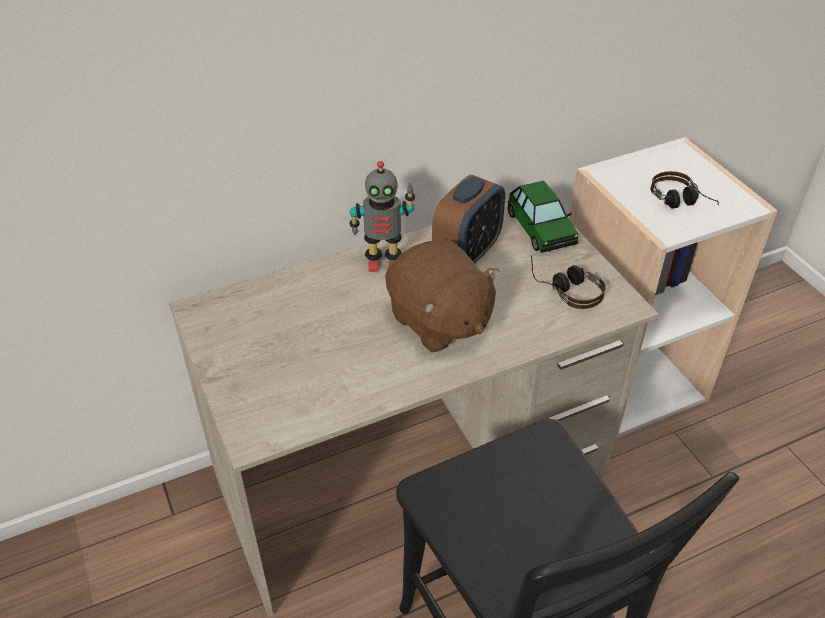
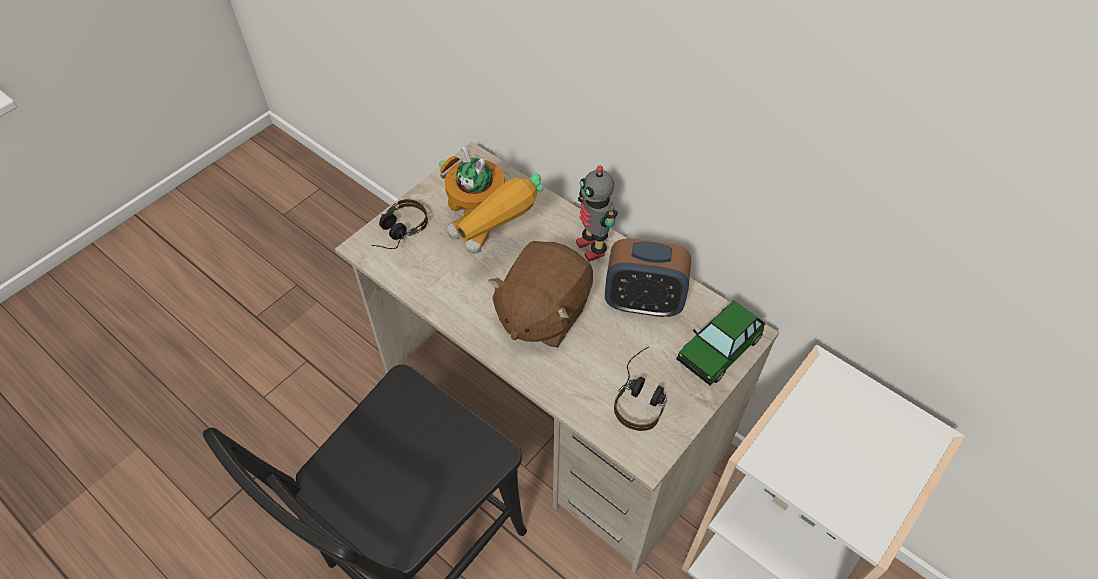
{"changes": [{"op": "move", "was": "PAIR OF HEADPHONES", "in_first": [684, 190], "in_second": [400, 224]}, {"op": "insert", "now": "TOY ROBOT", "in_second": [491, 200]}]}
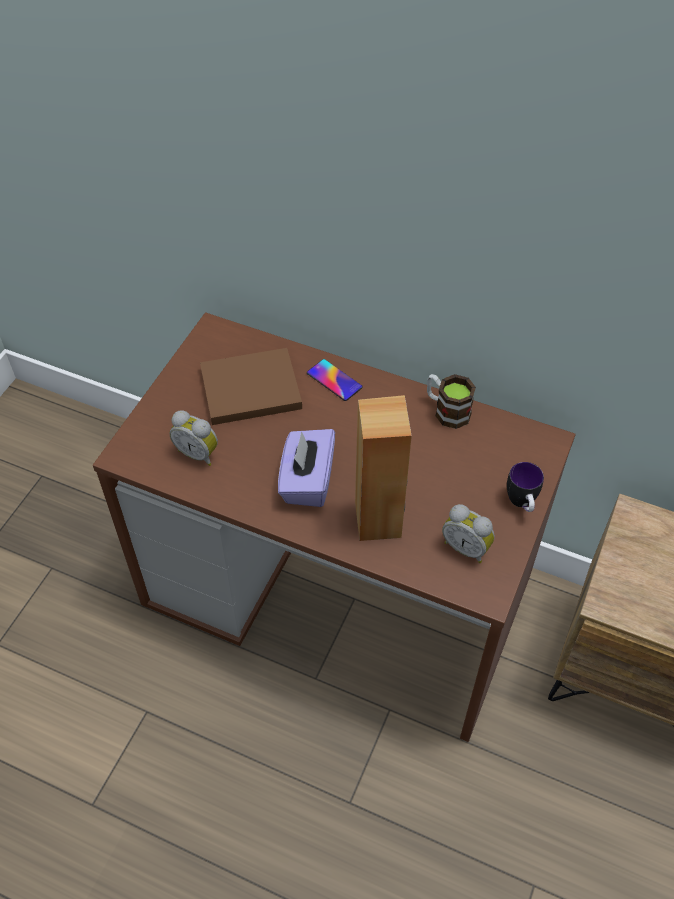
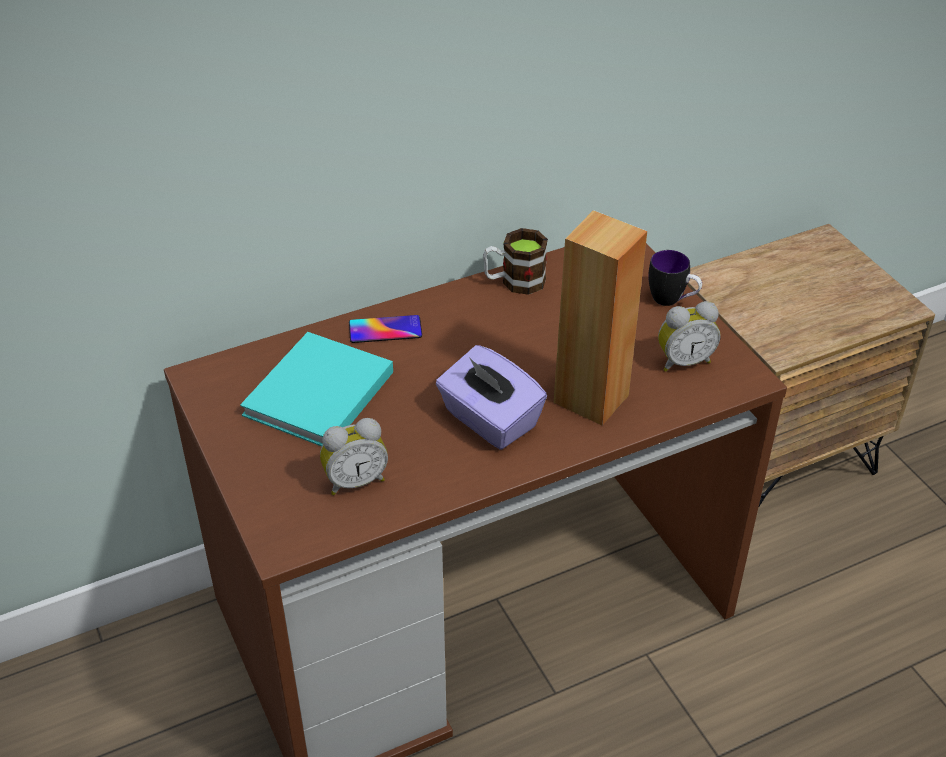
{"changes": [{"op": "recolor", "was": "BROWN-COLOURED BOUND BOOK", "now": "TURQUOISE-COLOURED BOUND BOOK", "in_first": [251, 386], "in_second": [316, 389]}]}
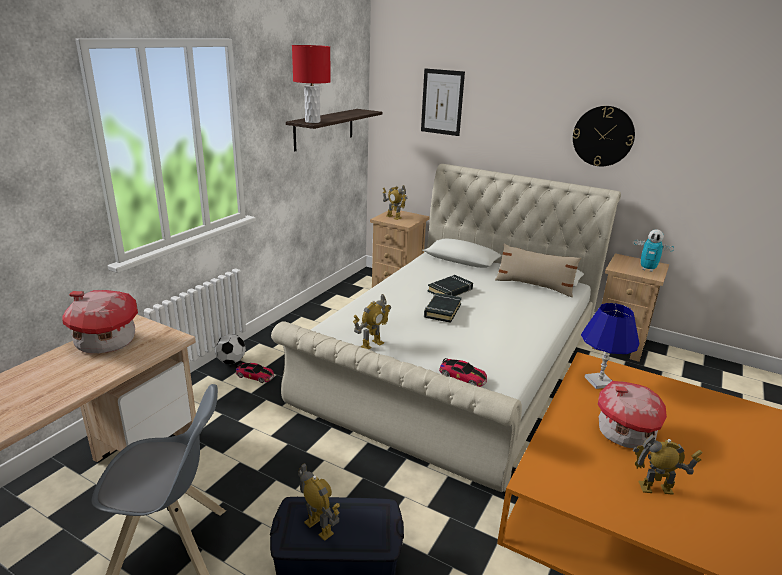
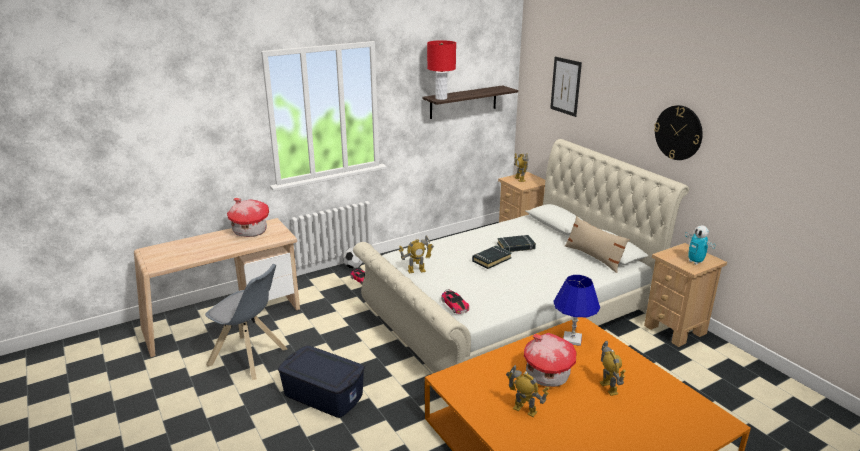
{"changes": [{"op": "move", "was": "TOY ROBOT", "in_first": [319, 502], "in_second": [612, 368]}]}
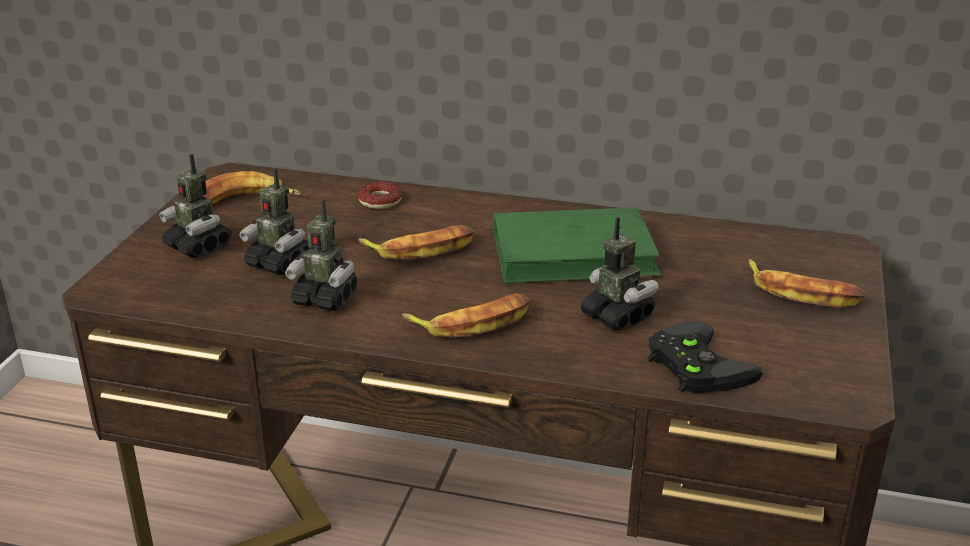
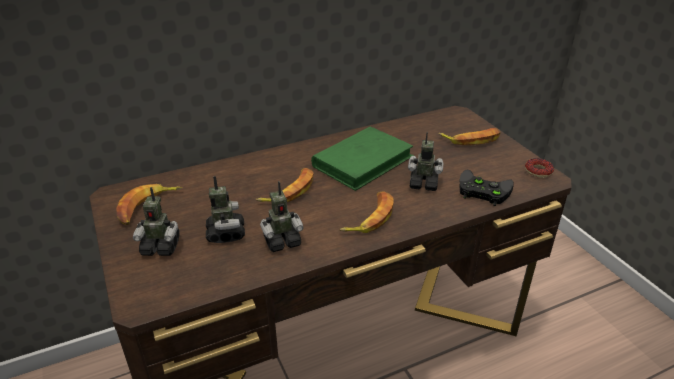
{"changes": [{"op": "rotate", "was": "TOY ROBOT", "in_first": [274, 221], "in_second": [225, 209], "clockwise": -90}, {"op": "move", "was": "DOUGHNUT", "in_first": [380, 195], "in_second": [539, 168]}]}
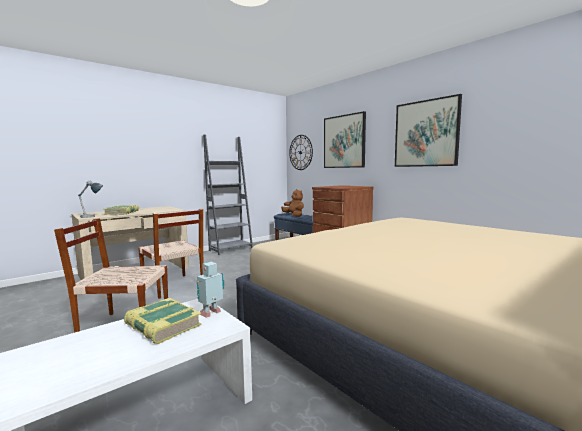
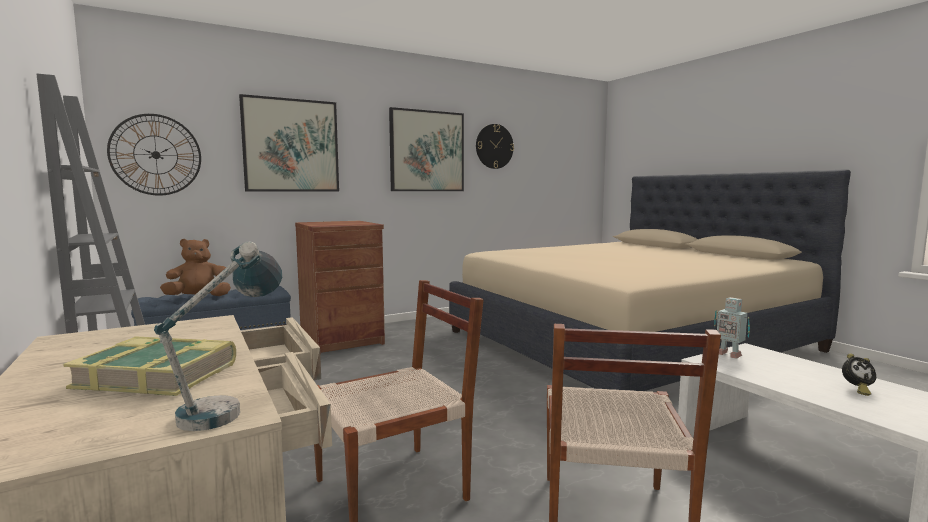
{"changes": [{"op": "delete", "was": "BOUND BOOK", "in_first": [163, 321]}, {"op": "insert", "now": "WALL CLOCK", "in_second": [495, 146]}, {"op": "insert", "now": "ALARM CLOCK", "in_second": [859, 375]}]}
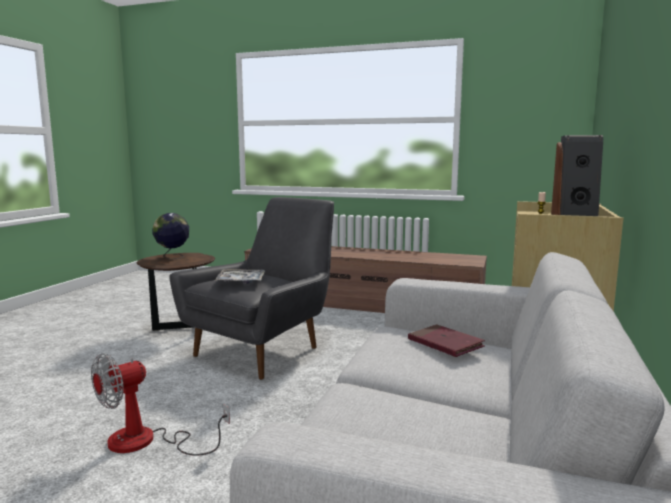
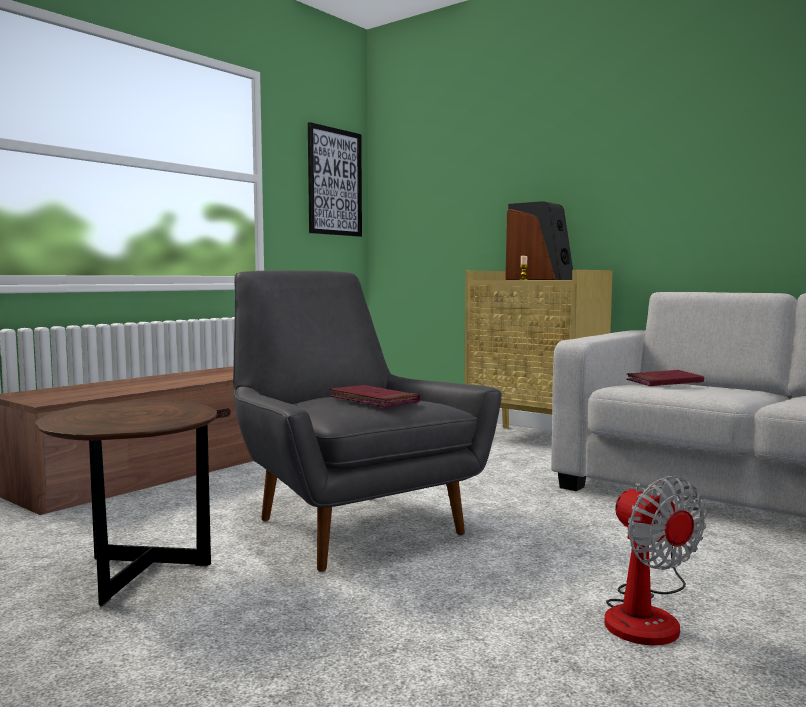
{"changes": [{"op": "delete", "was": "DESK GLOBE", "in_first": [171, 236]}, {"op": "replace", "was": "TRAY", "now": "REDDISH BOUND BOOK", "in_first": [240, 276], "in_second": [374, 396]}, {"op": "insert", "now": "WALL PICTURE", "in_second": [335, 179]}]}
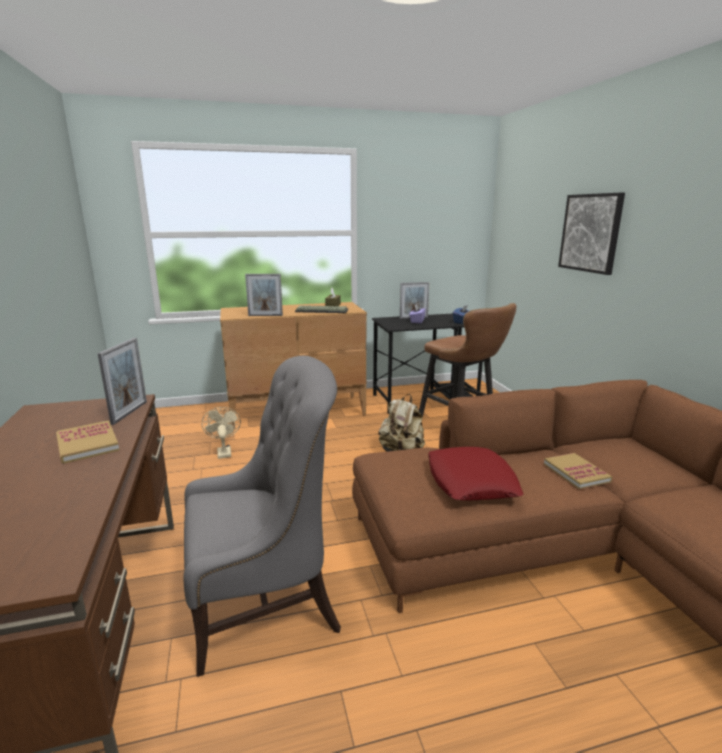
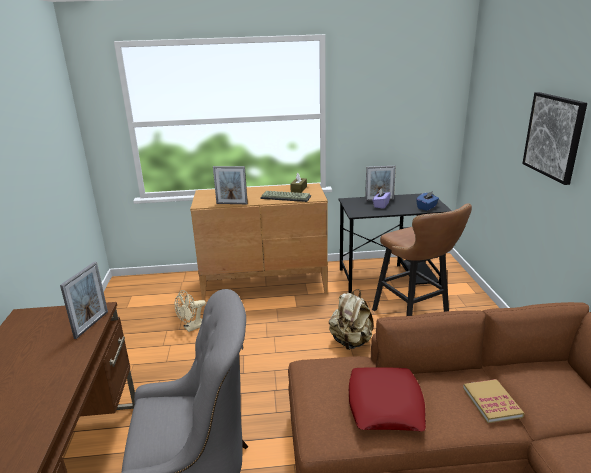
{"changes": [{"op": "delete", "was": "BOUND BOOK", "in_first": [87, 442]}, {"op": "rotate", "was": "BEIGE ELECTRIC FAN", "in_first": [221, 433], "in_second": [190, 311], "clockwise": -120}]}
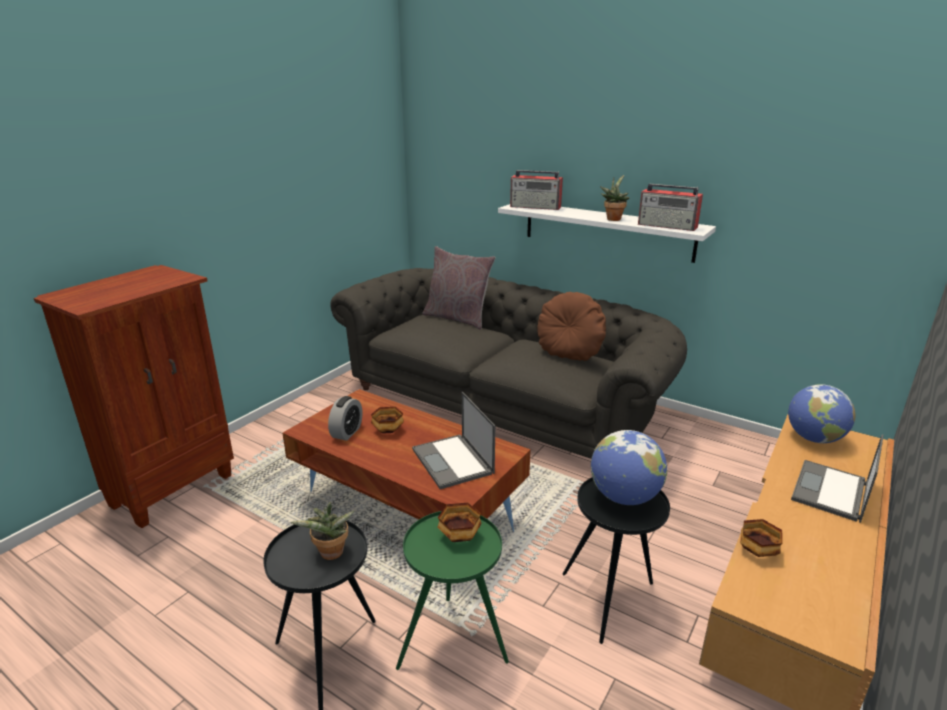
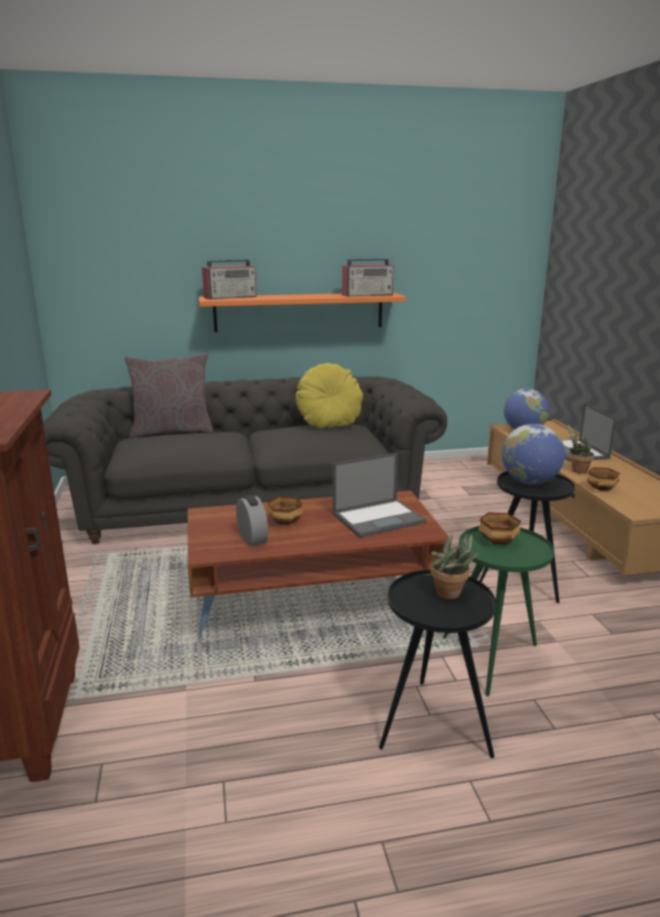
{"changes": [{"op": "rotate", "was": "NOTEBOOK COMPUTER", "in_first": [453, 440], "in_second": [379, 495], "clockwise": -45}, {"op": "recolor", "was": "WHITE SHELF", "now": "ORANGE SHELF", "in_first": [607, 233], "in_second": [302, 312]}, {"op": "recolor", "was": "BROWN-COLOURED PILLOW", "now": "YELLOWISH PILLOW", "in_first": [571, 326], "in_second": [329, 395]}, {"op": "move", "was": "POTTED PLANT", "in_first": [615, 198], "in_second": [580, 448]}]}
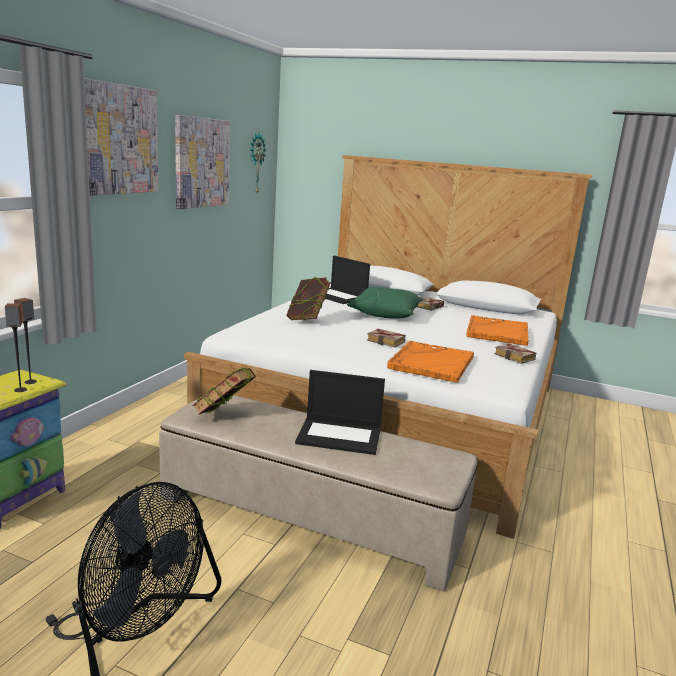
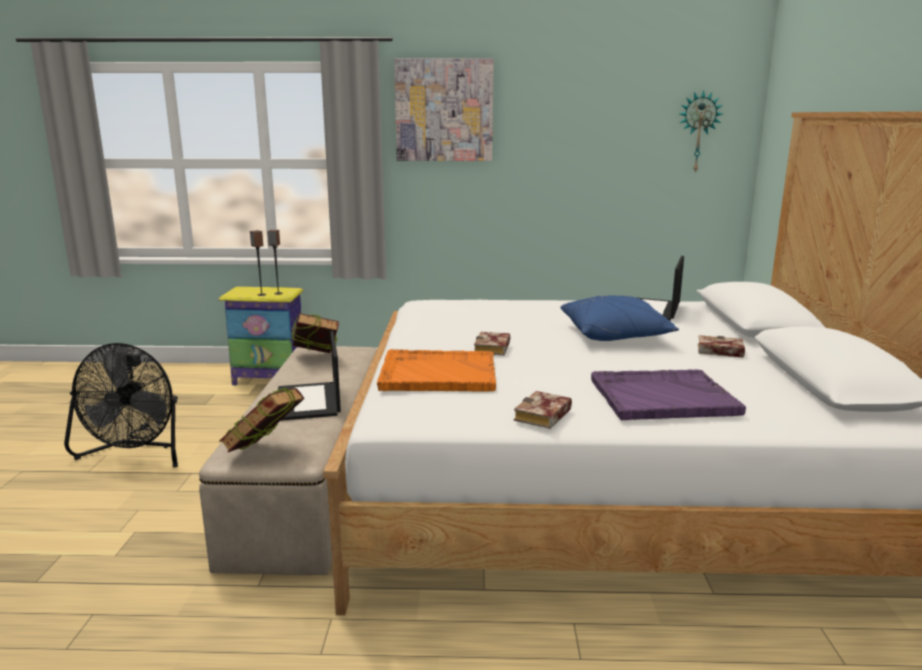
{"changes": [{"op": "delete", "was": "WALL PICTURE", "in_first": [202, 162]}, {"op": "move", "was": "BOUND BOOK", "in_first": [308, 298], "in_second": [262, 420]}, {"op": "recolor", "was": "GREENISH PILLOW", "now": "BLUE-COLOURED PILLOW", "in_first": [385, 303], "in_second": [620, 318]}, {"op": "recolor", "was": "ORANGE TRAY", "now": "PURPLE-COLOURED TRAY", "in_first": [497, 330], "in_second": [668, 394]}]}
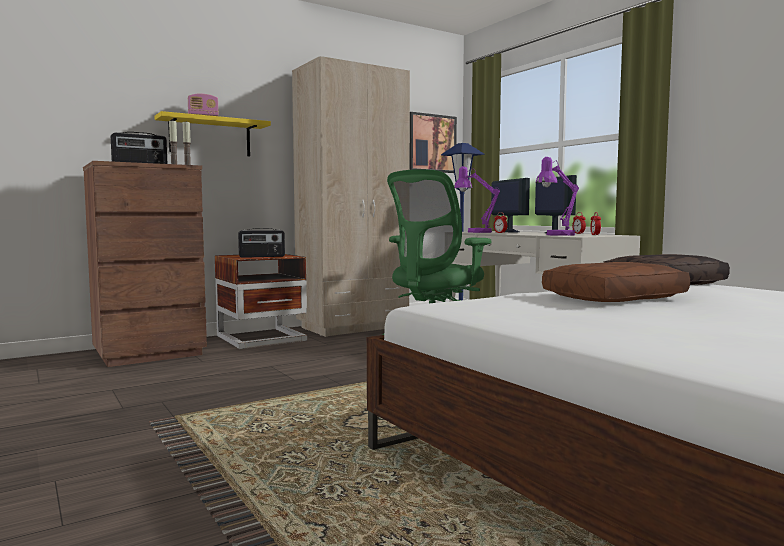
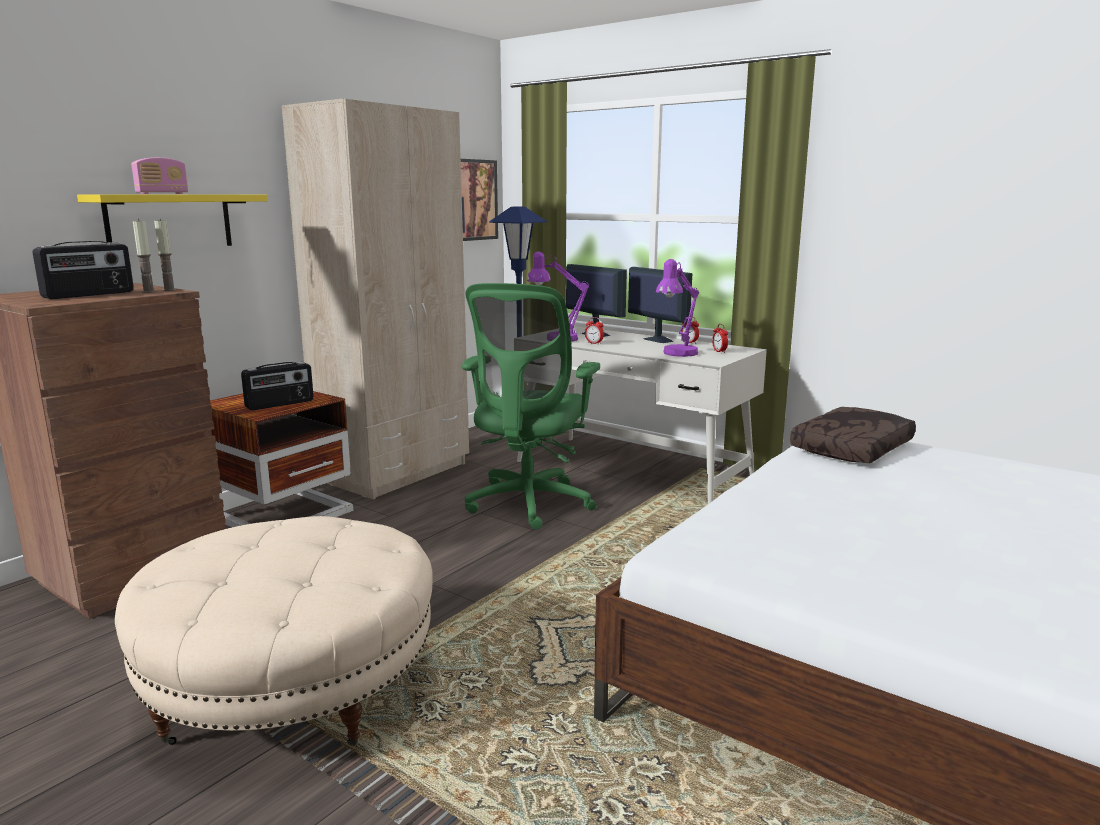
{"changes": [{"op": "delete", "was": "BROWN-COLOURED PILLOW", "in_first": [616, 282]}, {"op": "insert", "now": "BEIGE FOOTREST", "in_second": [274, 631]}]}
